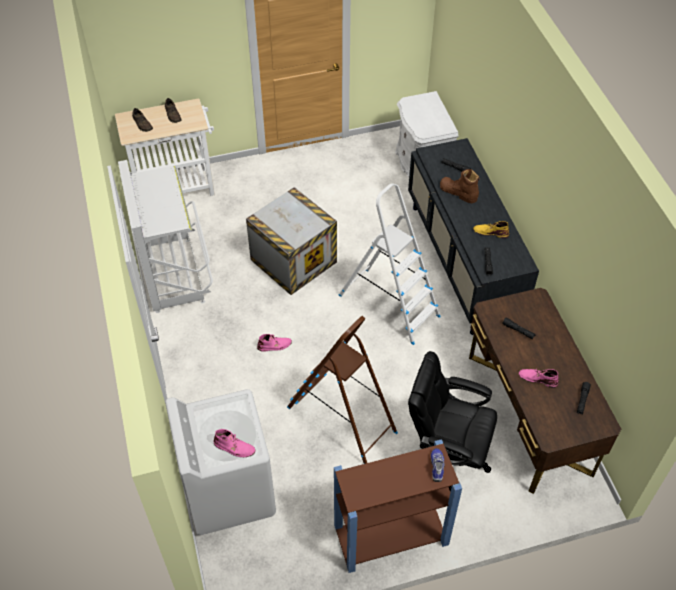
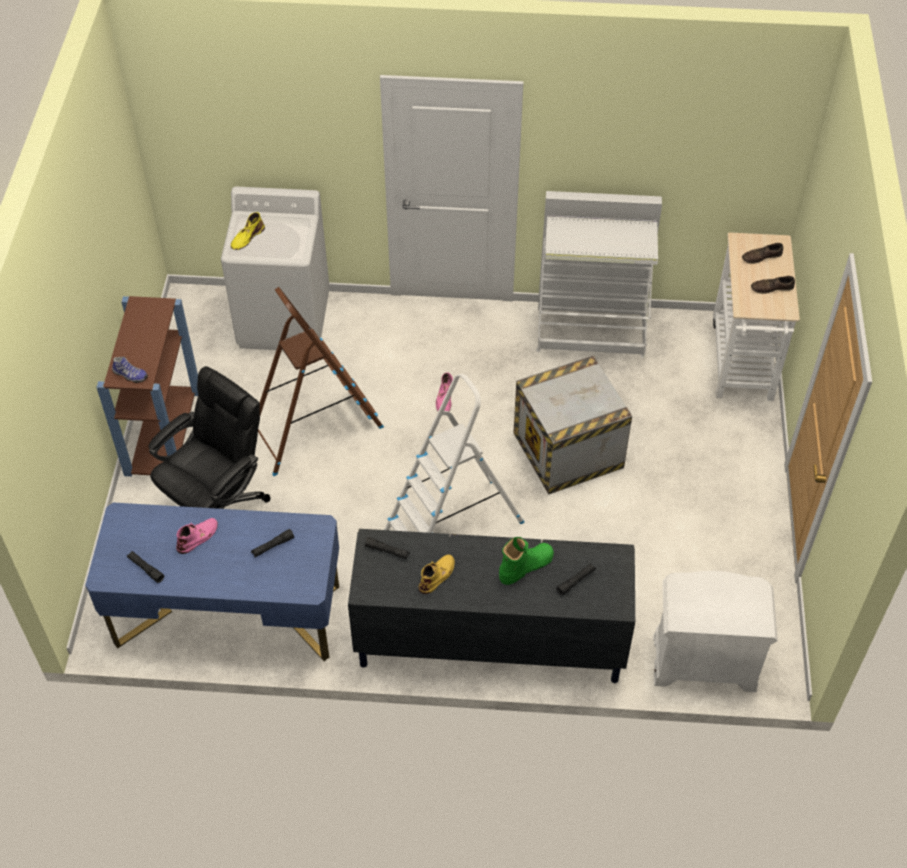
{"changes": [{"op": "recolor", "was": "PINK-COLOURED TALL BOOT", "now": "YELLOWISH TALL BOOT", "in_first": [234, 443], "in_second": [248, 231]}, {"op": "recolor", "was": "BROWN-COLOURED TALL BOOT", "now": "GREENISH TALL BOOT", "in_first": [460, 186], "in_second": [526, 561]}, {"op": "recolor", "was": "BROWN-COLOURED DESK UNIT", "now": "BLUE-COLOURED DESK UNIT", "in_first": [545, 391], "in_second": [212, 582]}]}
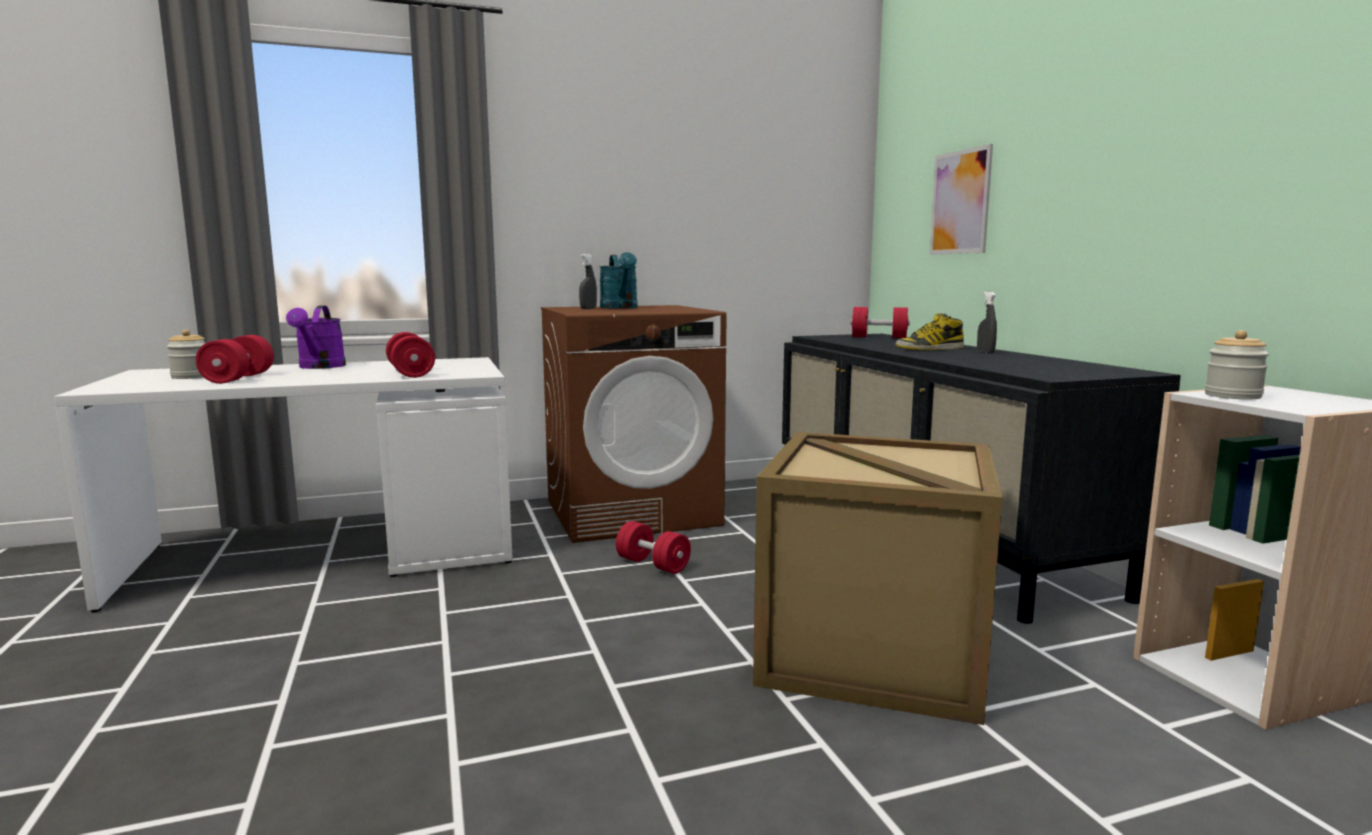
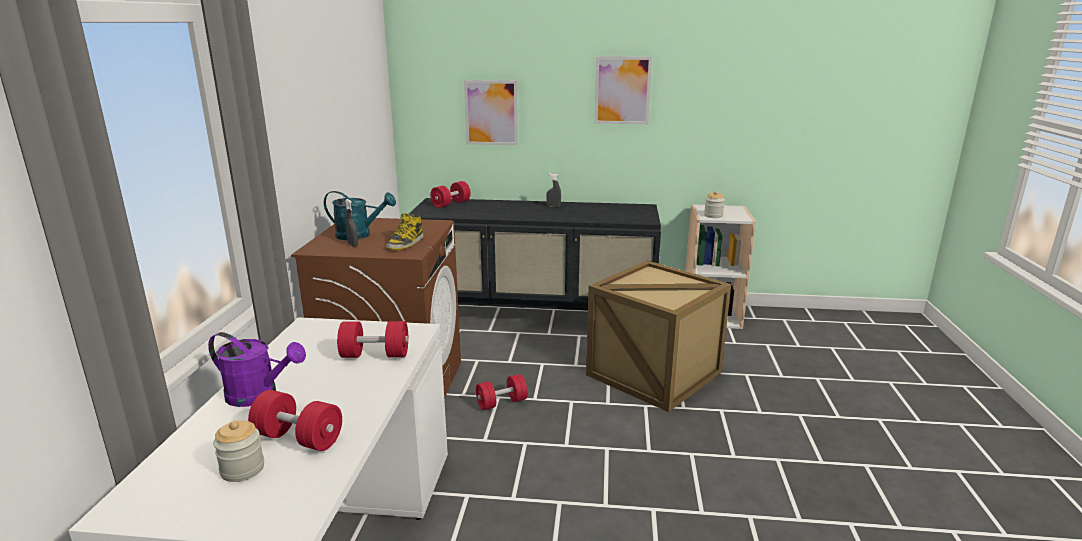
{"changes": [{"op": "move", "was": "TALL BOOT", "in_first": [929, 331], "in_second": [405, 231]}, {"op": "insert", "now": "WALL PICTURE", "in_second": [623, 90]}]}
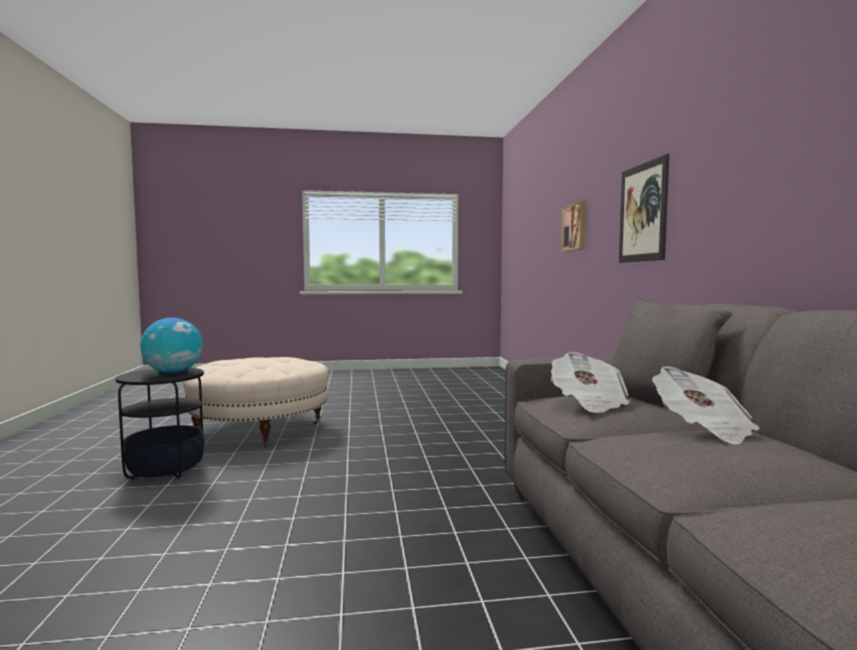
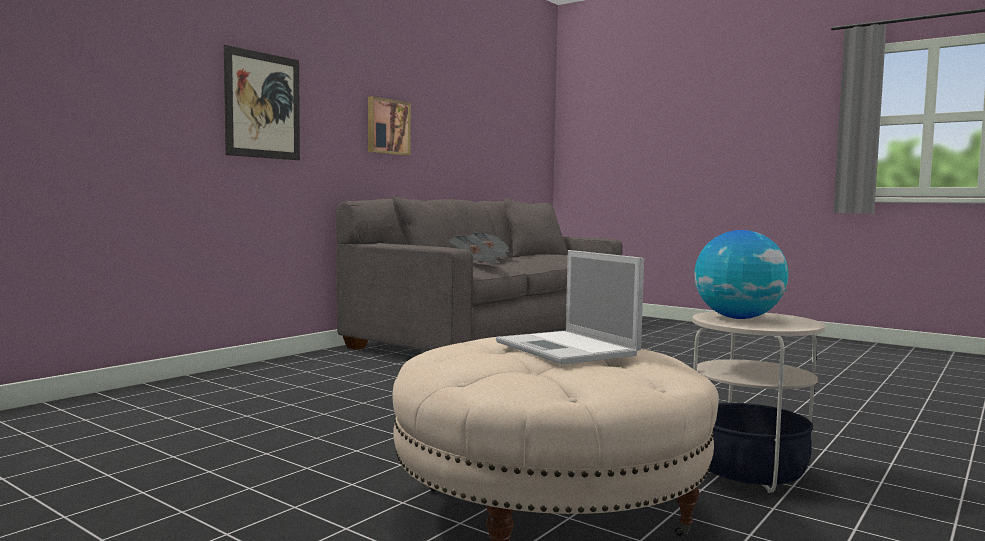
{"changes": [{"op": "recolor", "was": "BLACKISH ACCENT TABLE", "now": "BEIGE ACCENT TABLE", "in_first": [159, 423], "in_second": [758, 402]}, {"op": "move", "was": "WALL PICTURE", "in_first": [573, 226], "in_second": [389, 126]}, {"op": "insert", "now": "NOTEBOOK COMPUTER", "in_second": [570, 307]}]}
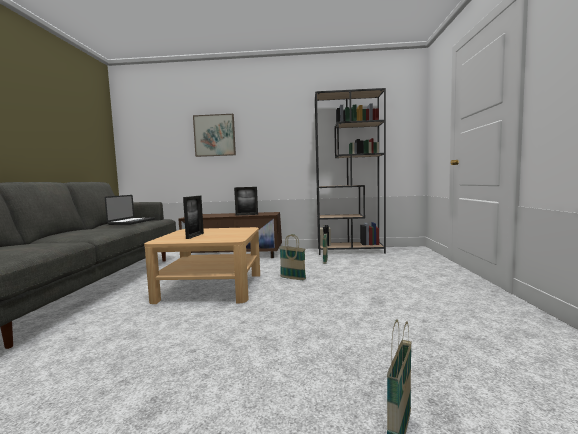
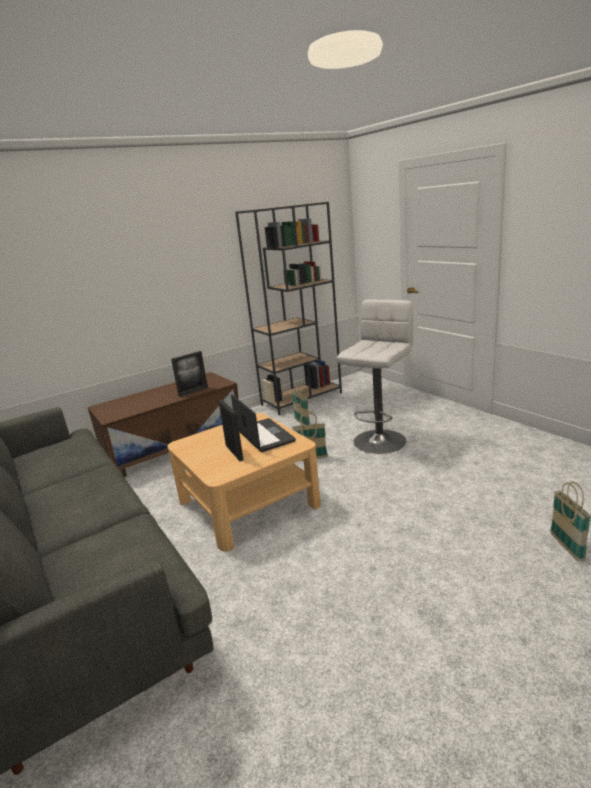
{"changes": [{"op": "move", "was": "NOTEBOOK COMPUTER", "in_first": [130, 210], "in_second": [263, 423]}, {"op": "delete", "was": "WALL PICTURE", "in_first": [214, 135]}, {"op": "insert", "now": "WHITE STOOL SEAT", "in_second": [374, 377]}]}
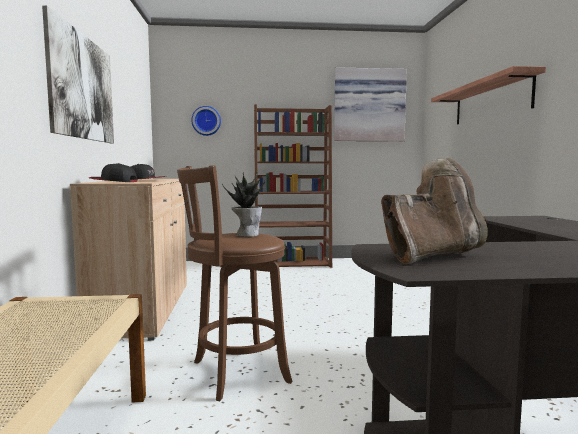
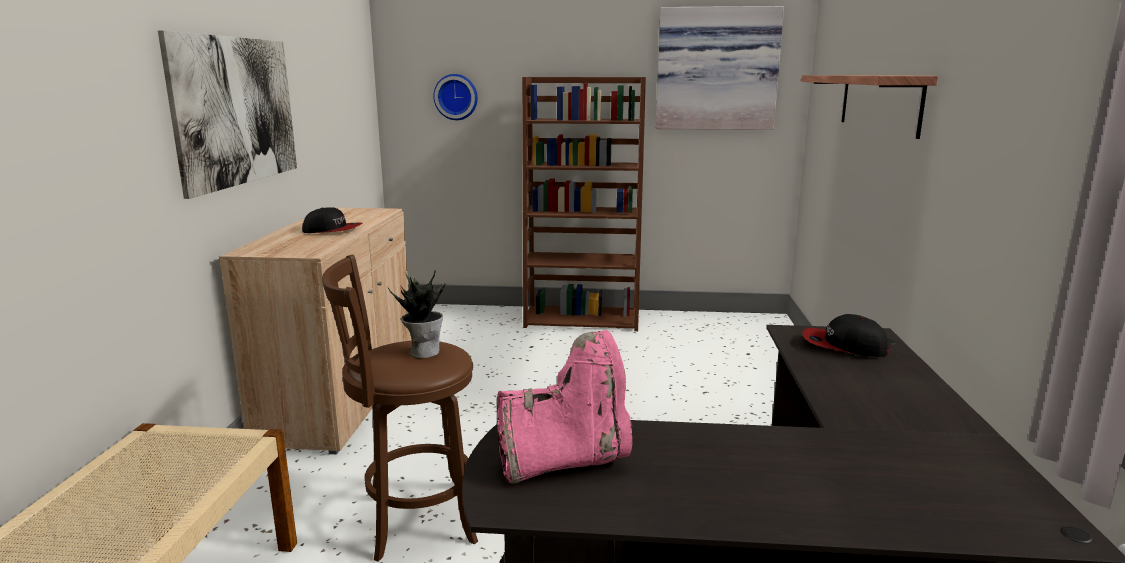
{"changes": [{"op": "move", "was": "BASEBALL CAP", "in_first": [112, 172], "in_second": [845, 335]}, {"op": "recolor", "was": "BROWN-COLOURED TALL BOOT", "now": "PINK-COLOURED TALL BOOT", "in_first": [434, 211], "in_second": [564, 407]}]}
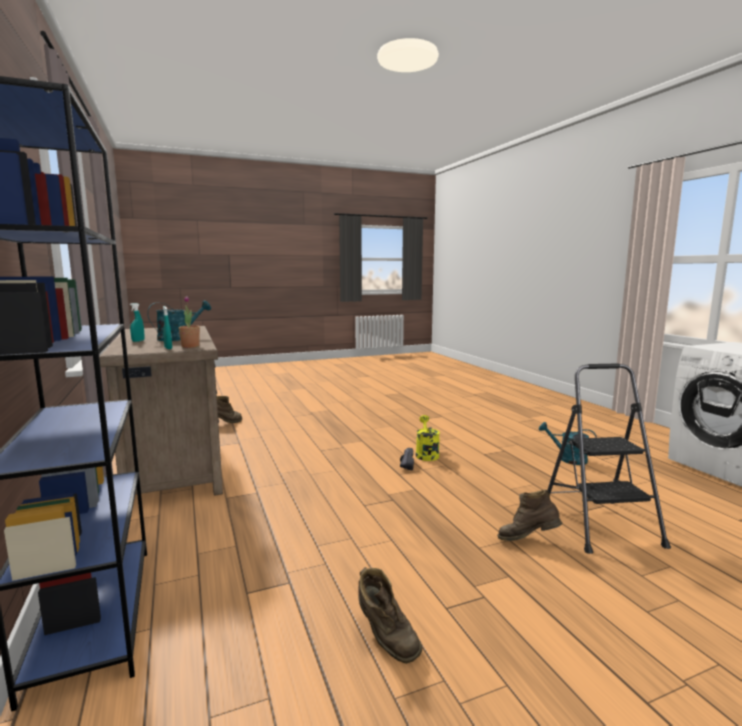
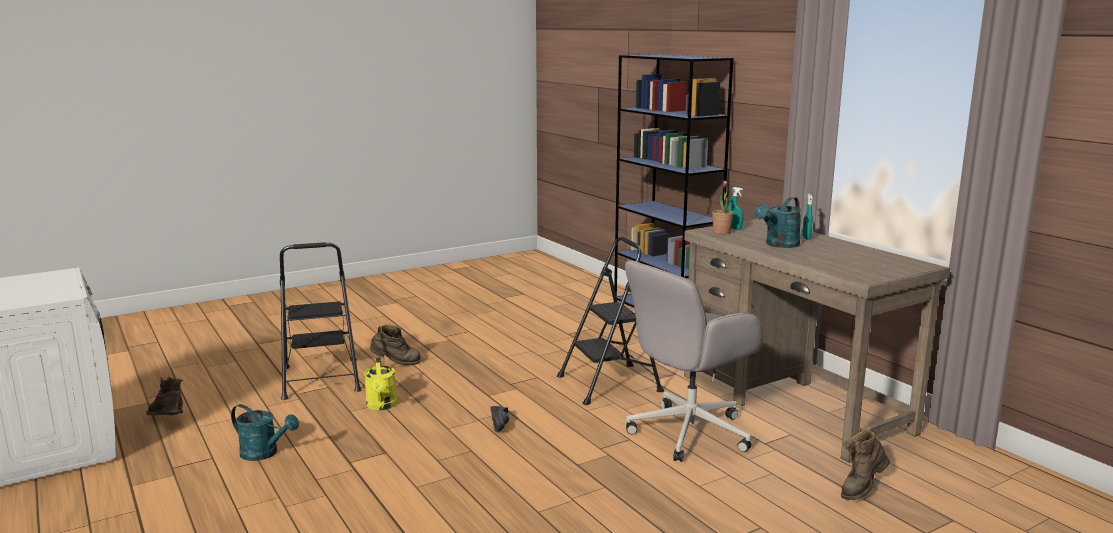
{"changes": [{"op": "move", "was": "BROWN-COLOURED TALL BOOT", "in_first": [390, 615], "in_second": [164, 396]}, {"op": "move", "was": "YELLOWISH WATERING POT", "in_first": [428, 438], "in_second": [380, 383]}, {"op": "insert", "now": "BLACKISH STEP LADDER", "in_second": [610, 321]}, {"op": "insert", "now": "GRAY COMPUTER CHAIR", "in_second": [694, 361]}]}
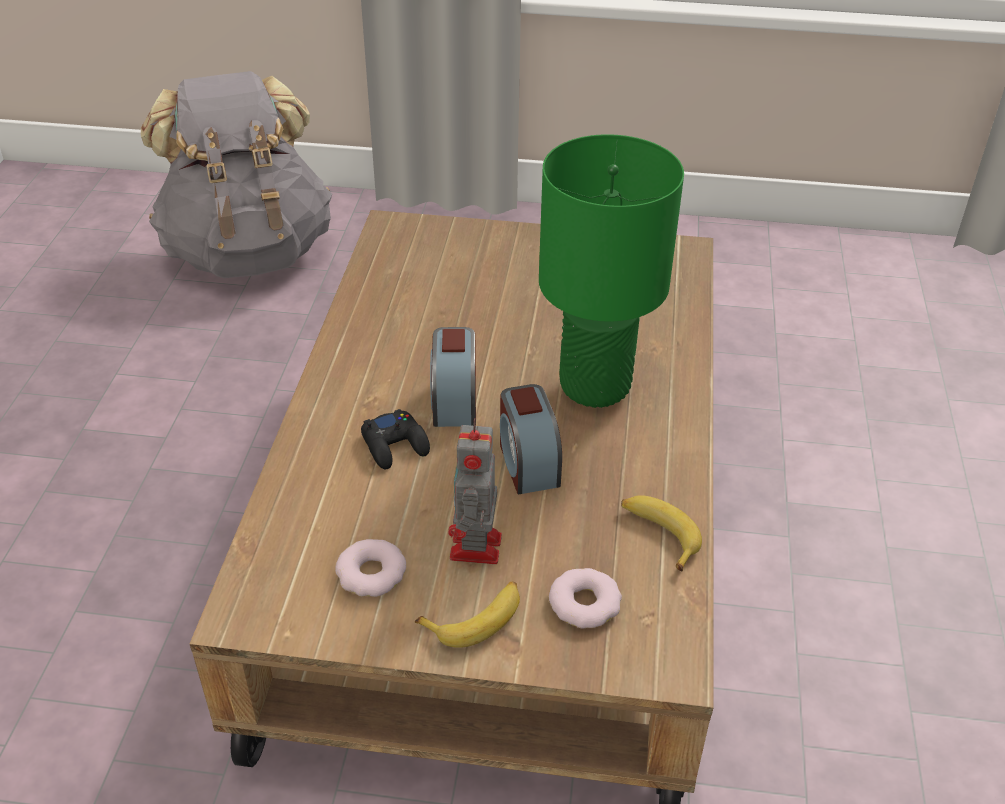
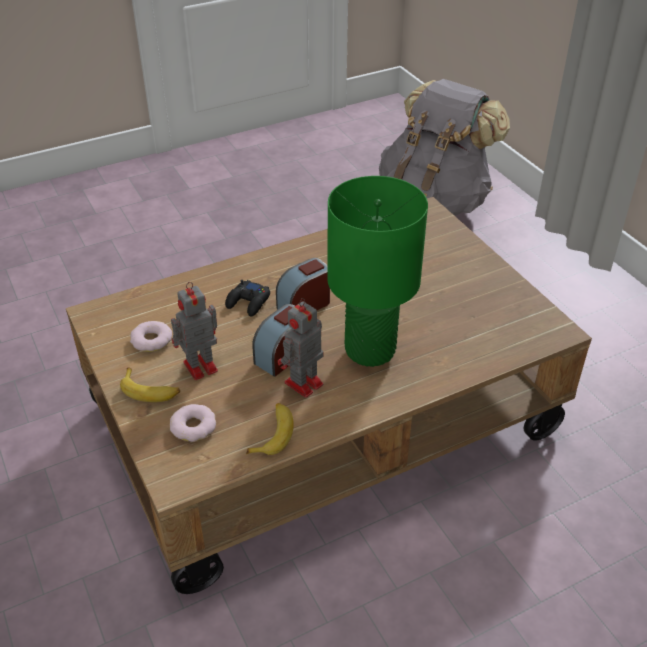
{"changes": [{"op": "insert", "now": "TOY ROBOT", "in_second": [301, 348]}]}
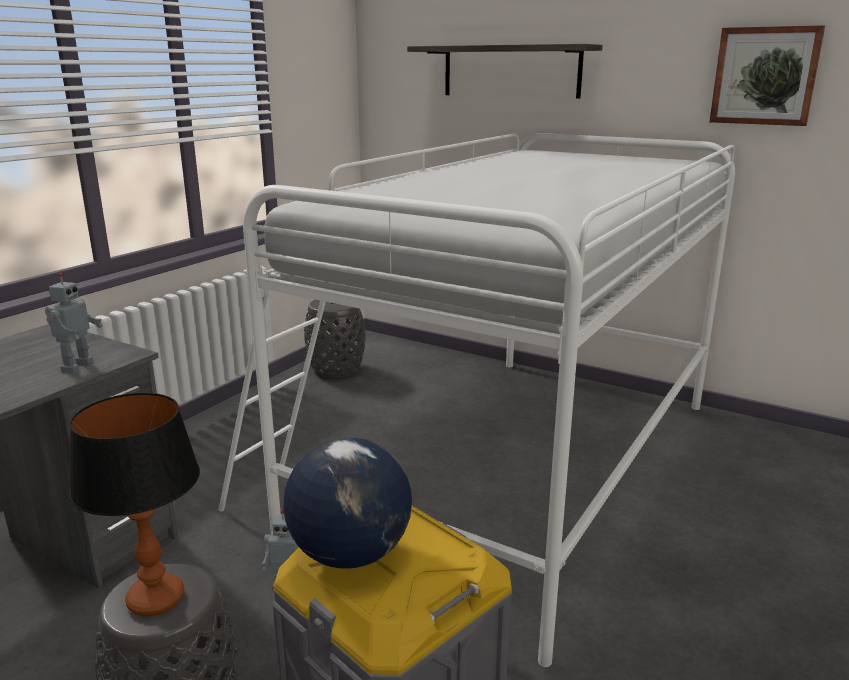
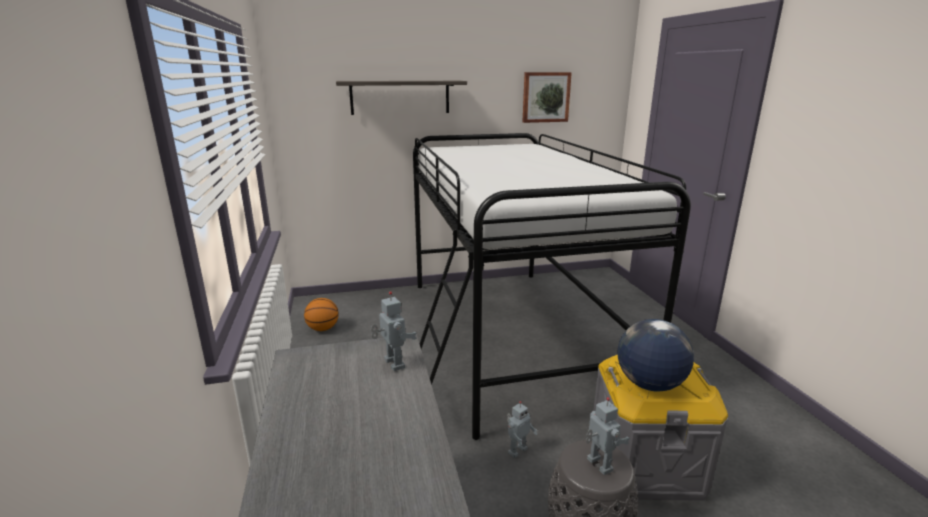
{"changes": [{"op": "replace", "was": "TABLETOP LAMP", "now": "TOY ROBOT", "in_first": [134, 504], "in_second": [608, 436]}, {"op": "recolor", "was": "WHITE SLEEPING BED", "now": "BLACKISH SLEEPING BED", "in_first": [477, 400], "in_second": [552, 286]}, {"op": "replace", "was": "GRAY STOOL SEAT", "now": "BASKETBALL BALL", "in_first": [335, 340], "in_second": [321, 314]}]}
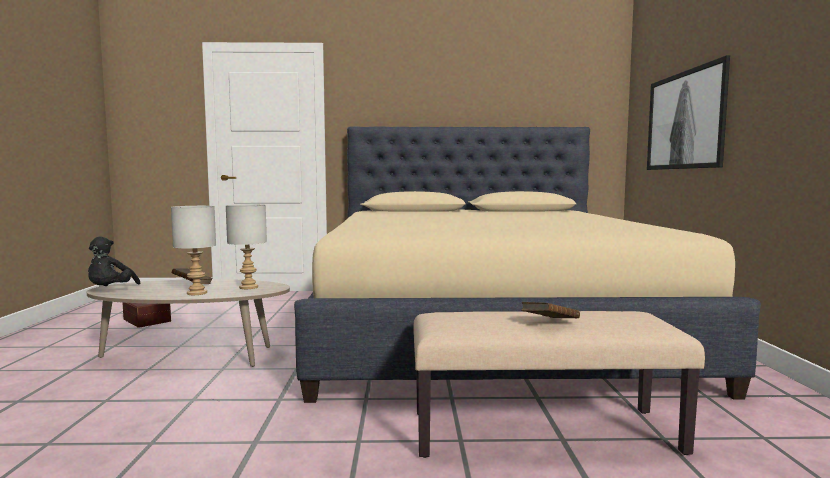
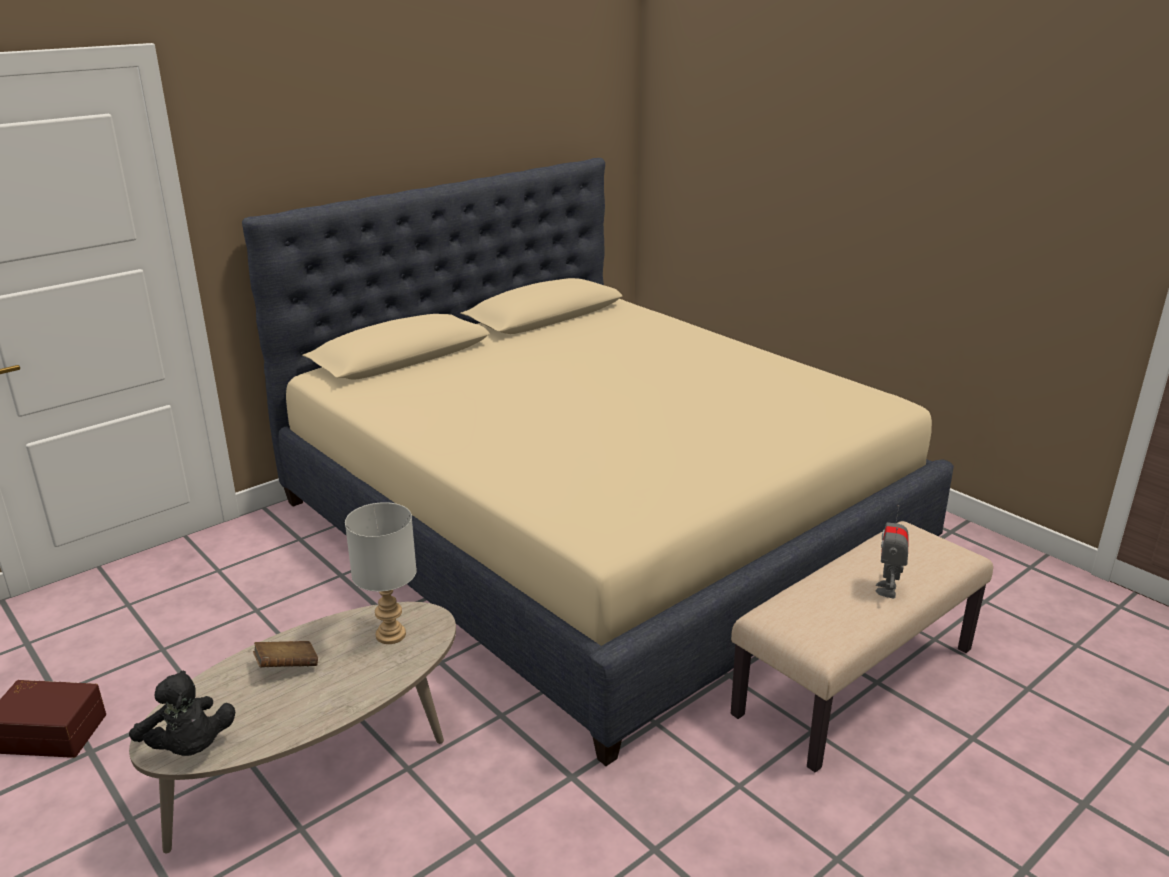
{"changes": [{"op": "delete", "was": "GRAY TABLETOP LAMP", "in_first": [193, 250]}, {"op": "replace", "was": "BROWN-COLOURED BOUND BOOK", "now": "TOY ROBOT", "in_first": [551, 310], "in_second": [892, 551]}, {"op": "delete", "was": "WALL PICTURE", "in_first": [688, 112]}]}
